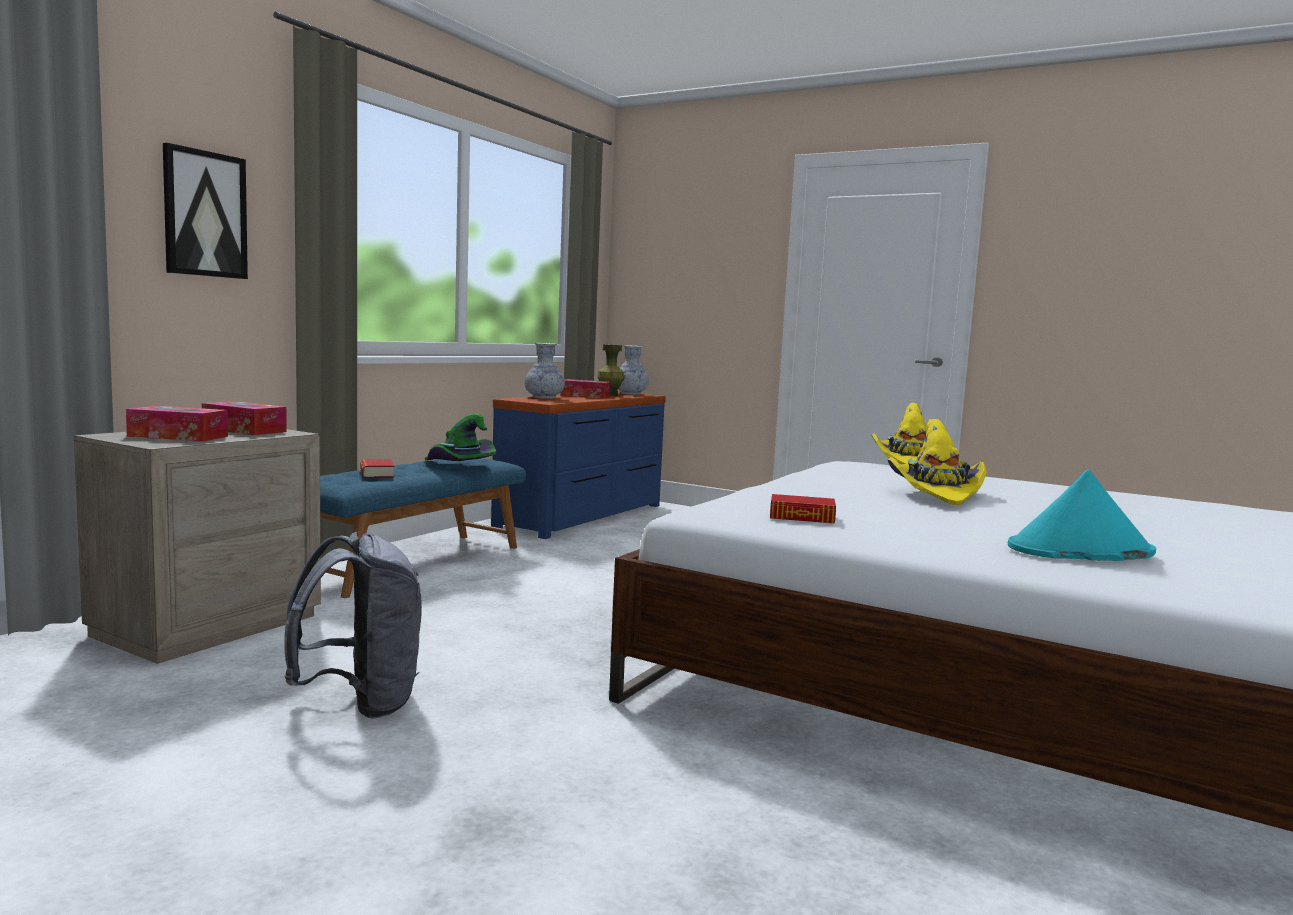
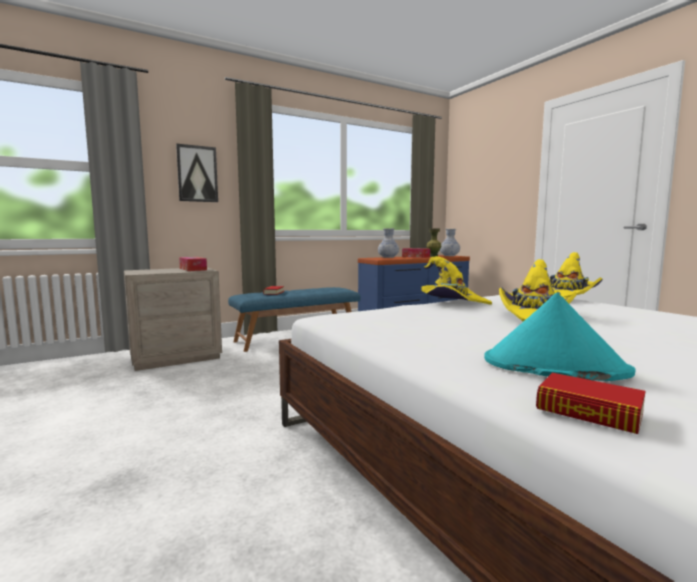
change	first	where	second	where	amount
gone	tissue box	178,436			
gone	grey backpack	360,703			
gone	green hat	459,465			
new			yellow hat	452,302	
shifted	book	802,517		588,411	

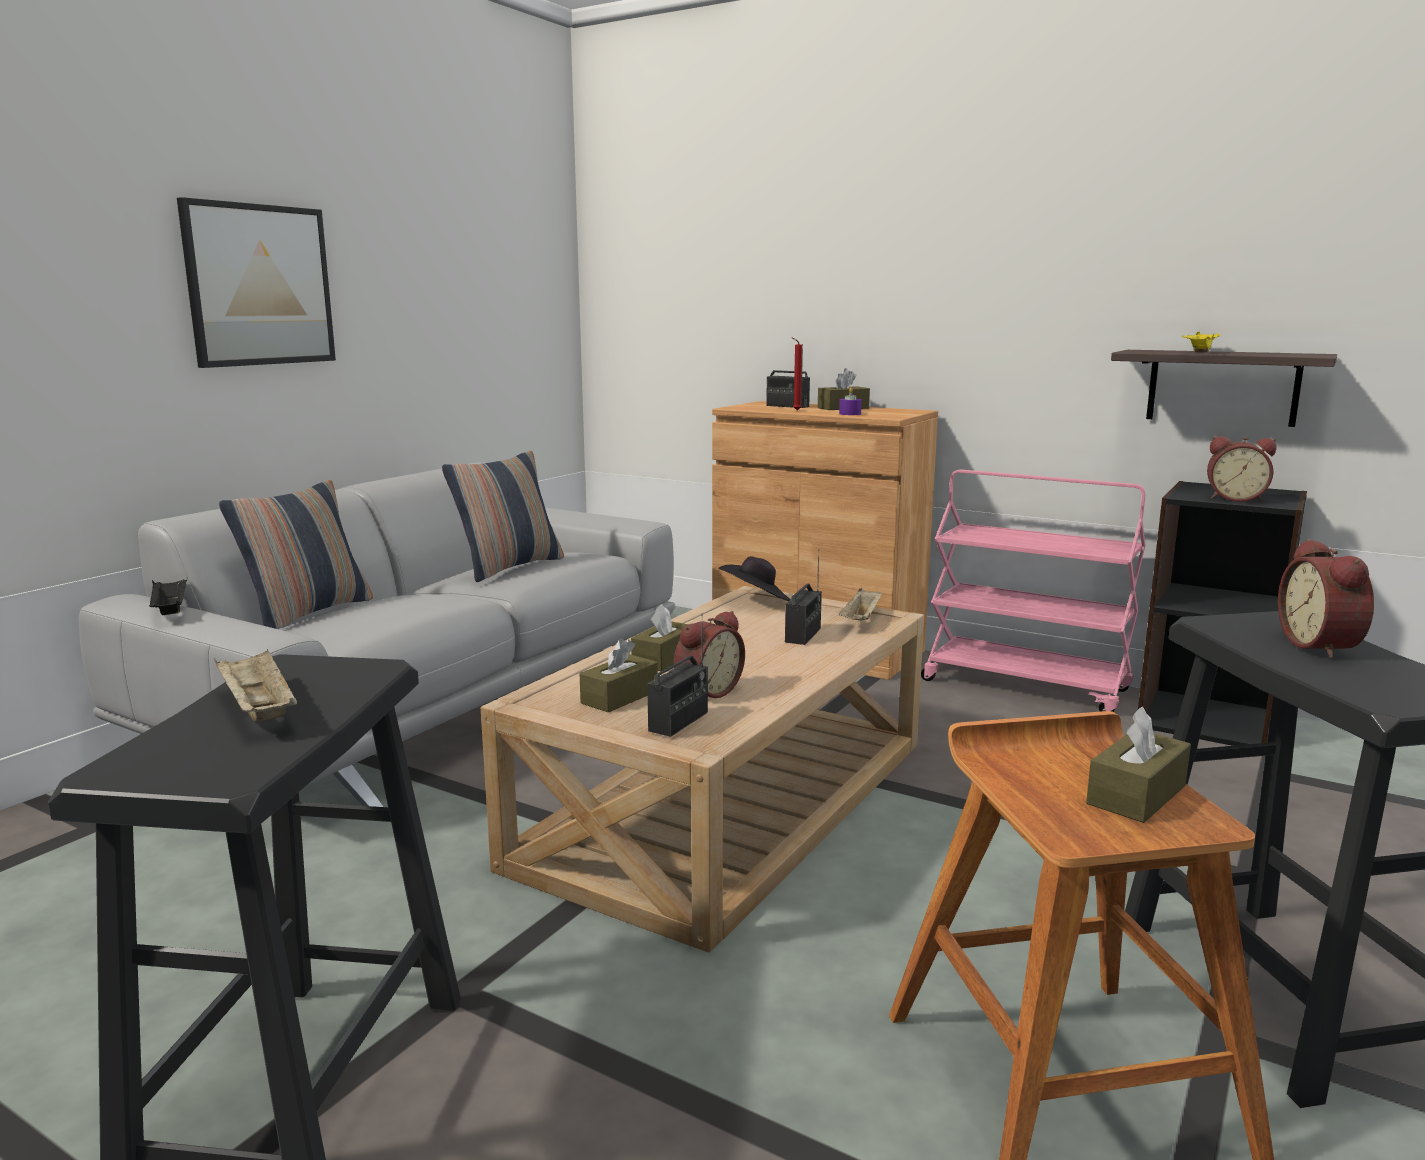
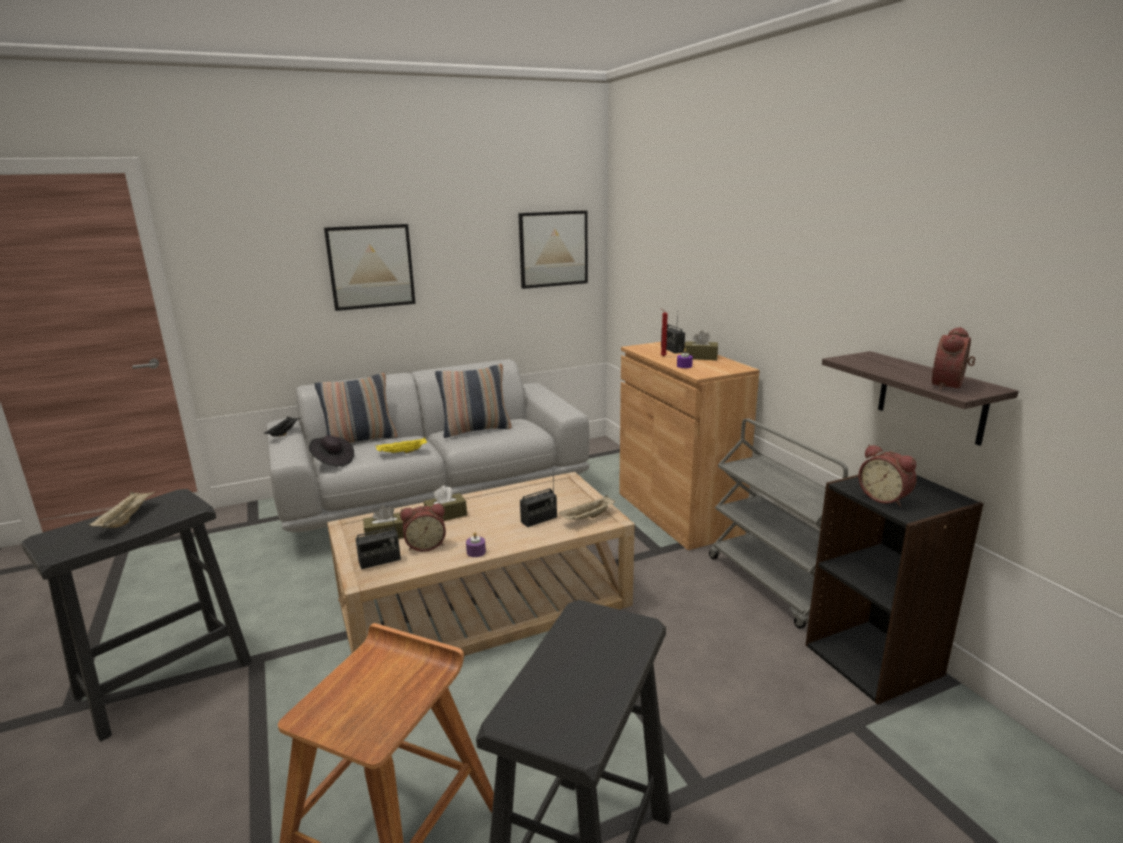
change	first	where	second	where	amount
gone	brown tissue box	1136,795			
new			purple candle	476,552	
new			picture	553,249	
shifted	black hat	756,601		332,461	
shifted	yellow tray	1201,352		402,453	
shifted	alarm clock	1323,646		950,386	
repainted	pink cart	1026,685	grey cart	776,584	

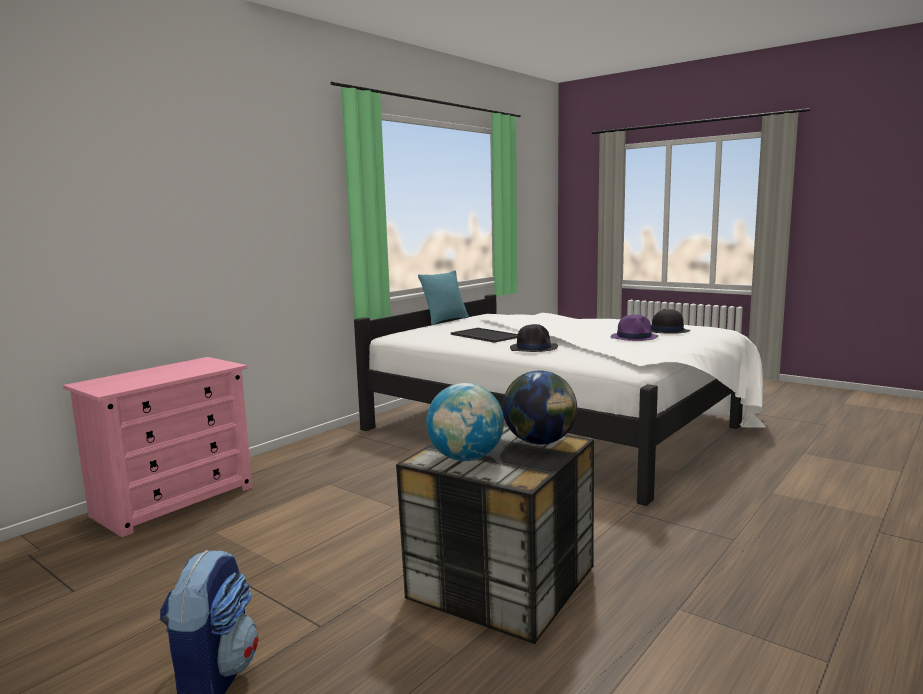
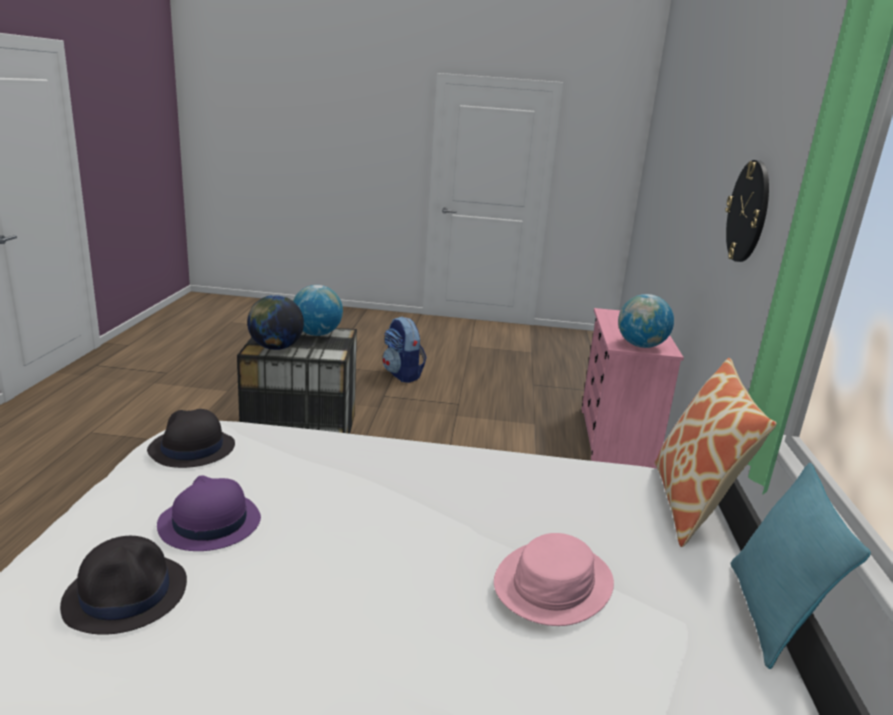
change	first	where	second	where	amount
gone	tray	484,335			
new			pink hat	554,584	
new			globe	640,346	
new			pillow	693,504	
new			wall clock	748,211	
shifted	black hat	534,348		191,449	

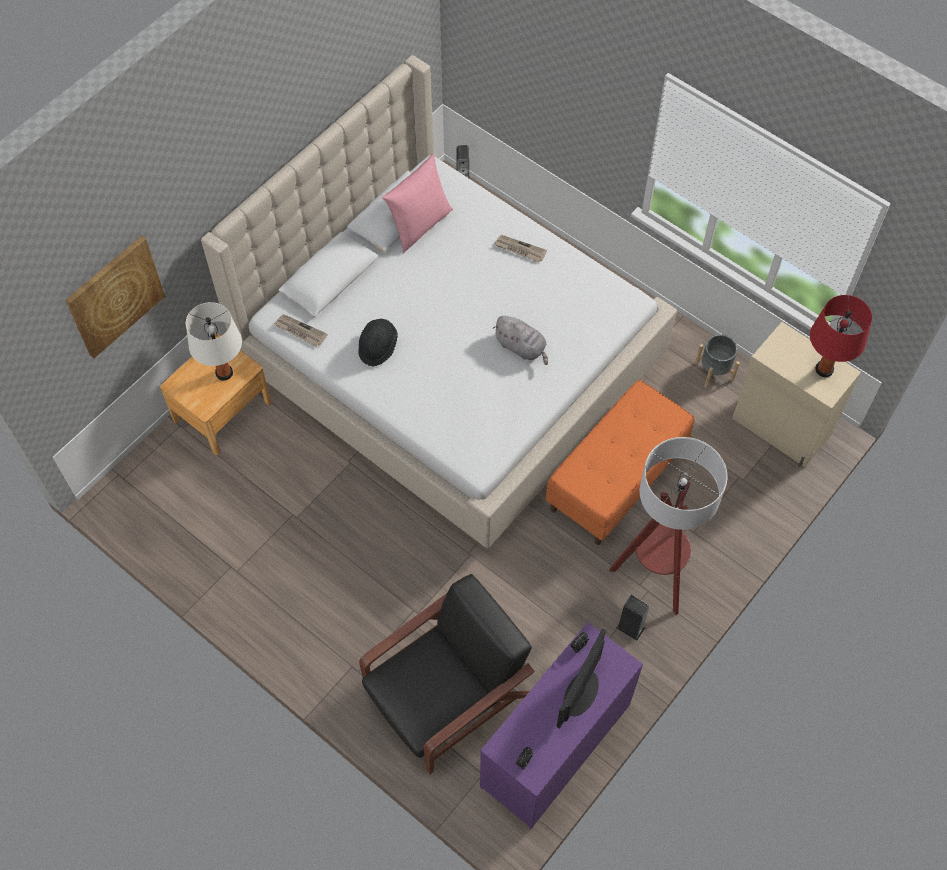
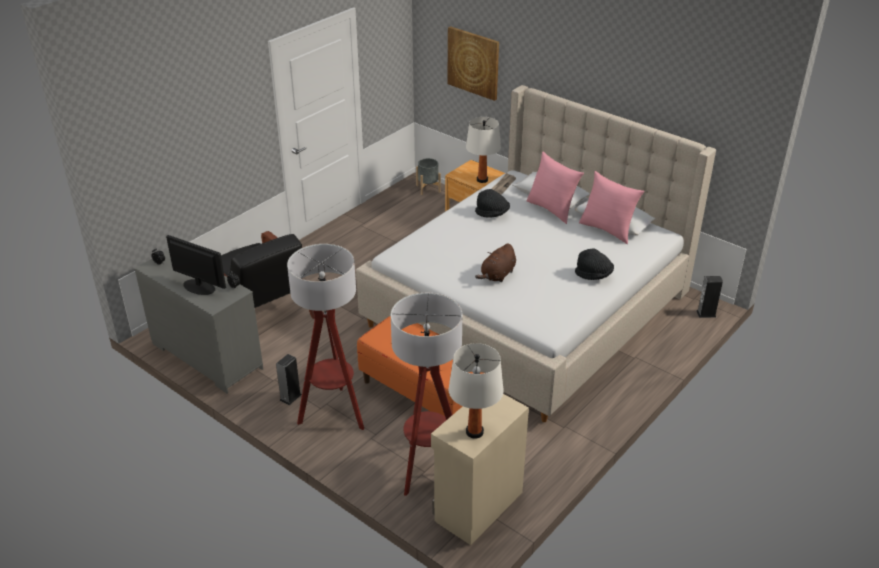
change	first	where	second	where	amount
new			floor lamp	428,469	
new			pink pillow	552,209	
shifted	grey planter	714,371		428,188	
swapped	newspaper	519,249	black hat	594,275	
repainted	purple dresser	556,748	grey dresser	206,356	
repainted	grey plush toy	522,347	brown plush toy	497,275	
repainted	red table lamp	824,369	white table lamp	474,432	

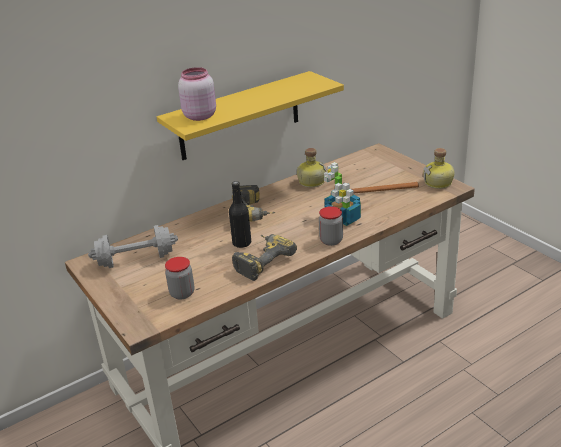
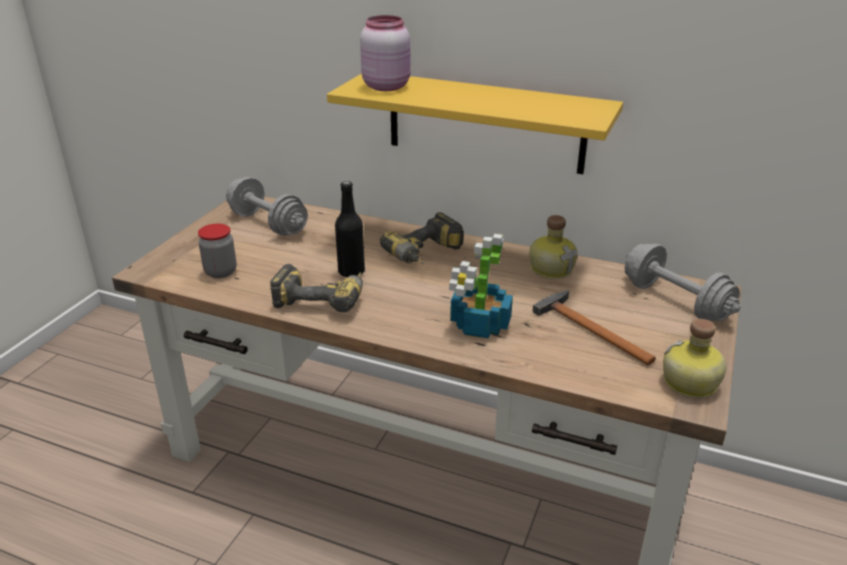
change	first	where	second	where	amount
gone	jar	331,240			
new			grey dumbbell	675,301	

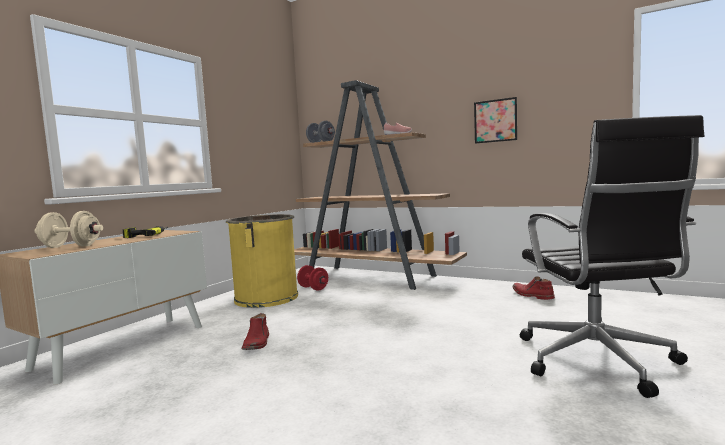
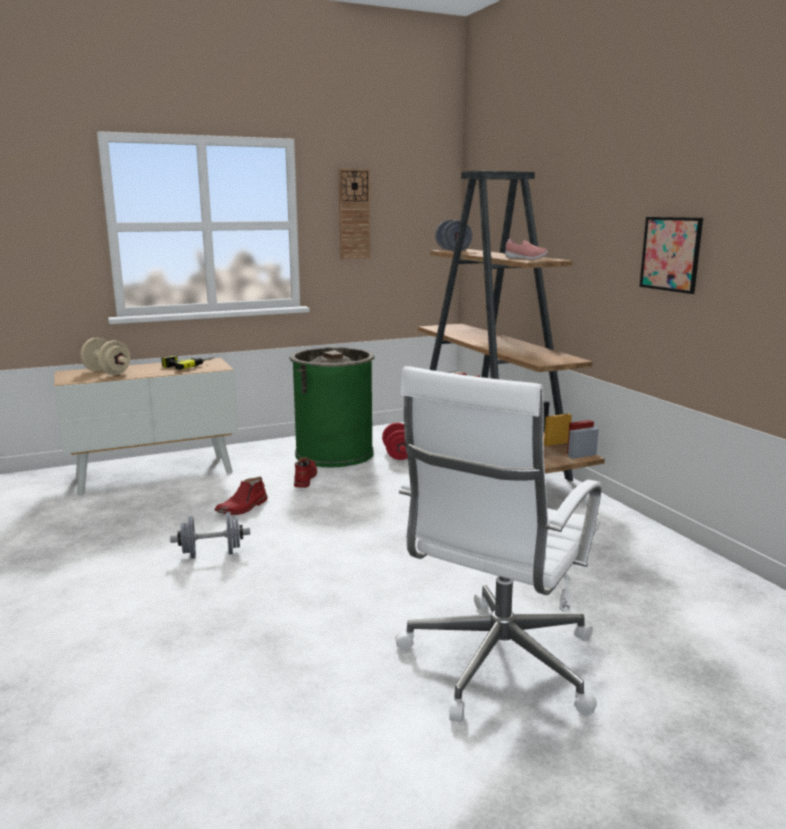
change	first	where	second	where	amount
new			grey dumbbell	212,554	
new			wall clock	354,214	
shifted	red boot	532,295		304,478	
repainted	yellow trash can	266,297	green trash can	334,453	
repainted	black office chair	597,361	white office chair	496,665	

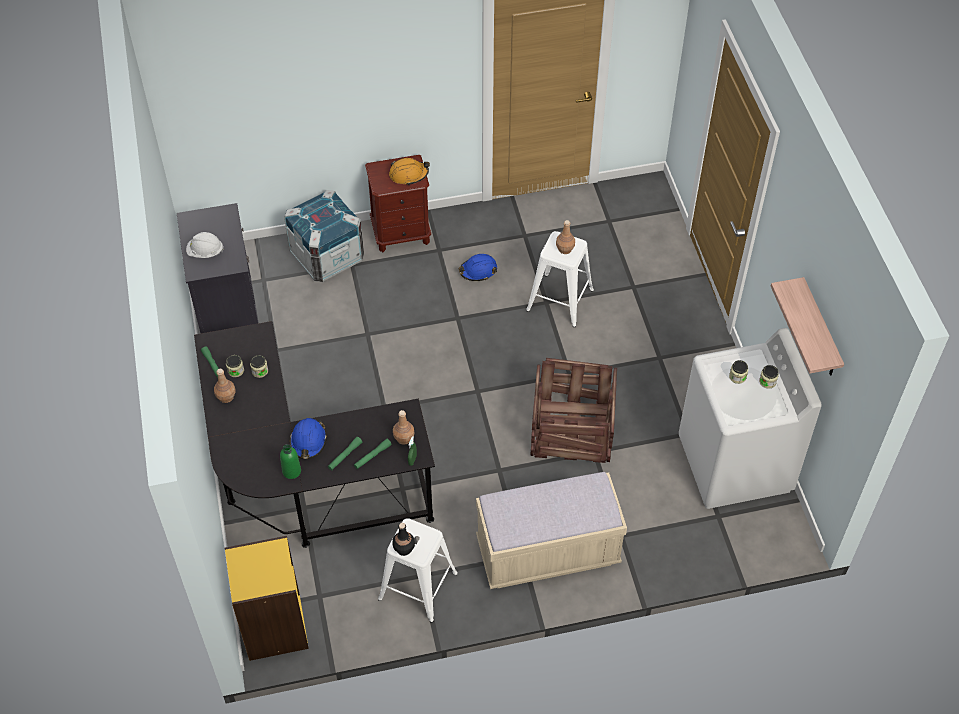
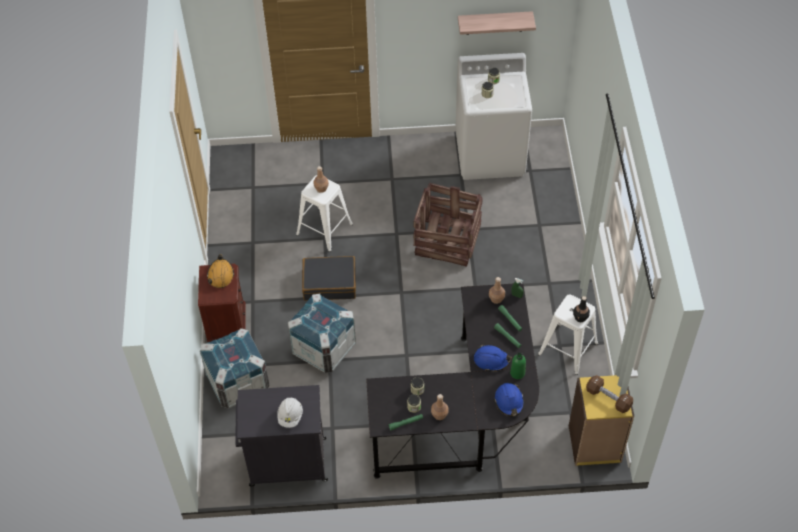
change	first	where	second	where	amount
gone	beige bench	547,552			
new			crate	324,348	
new			black suitcase	329,283	
new			brown dumbbell	608,398	
shifted	blue hard hat	478,271		509,402	

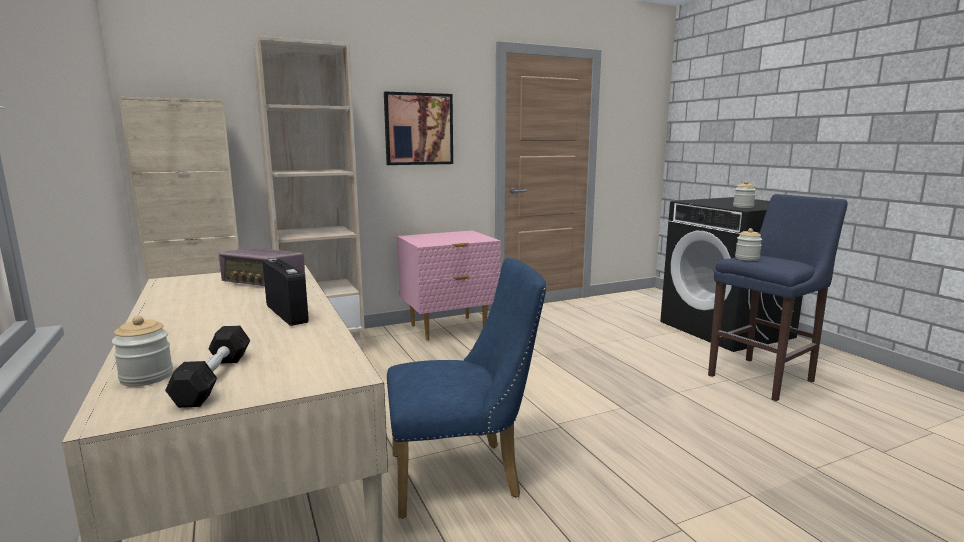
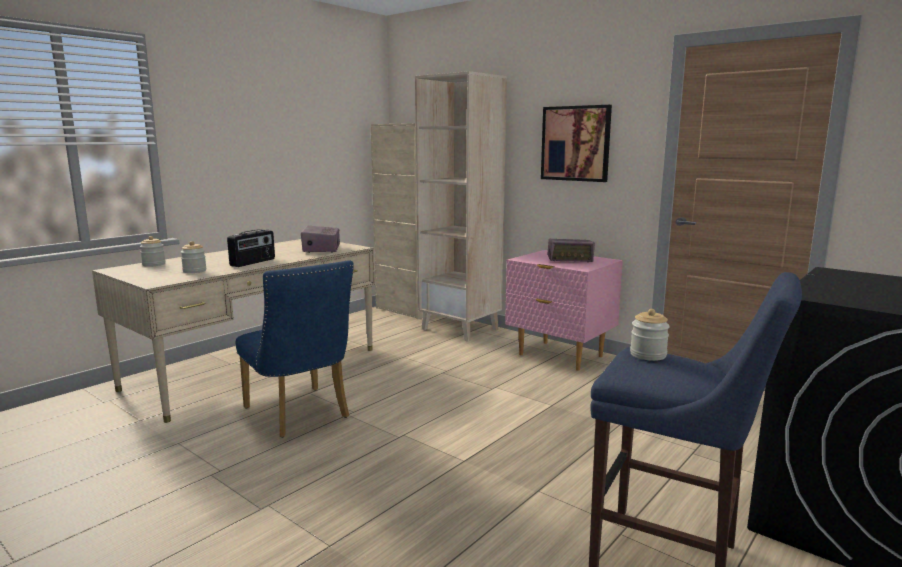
change	first	where	second	where	amount
gone	black dumbbell	214,378			
new			radio	570,260	
shifted	jar	743,207		194,271	

